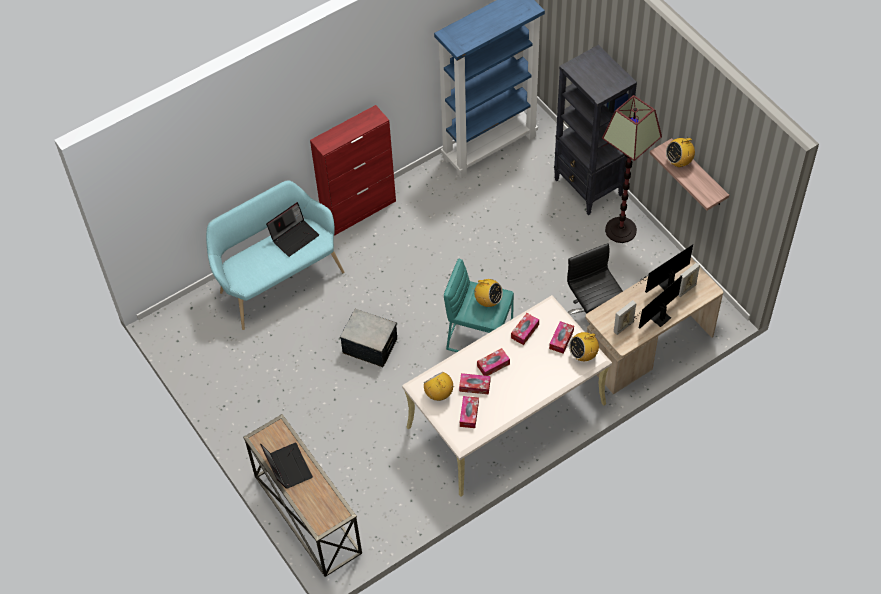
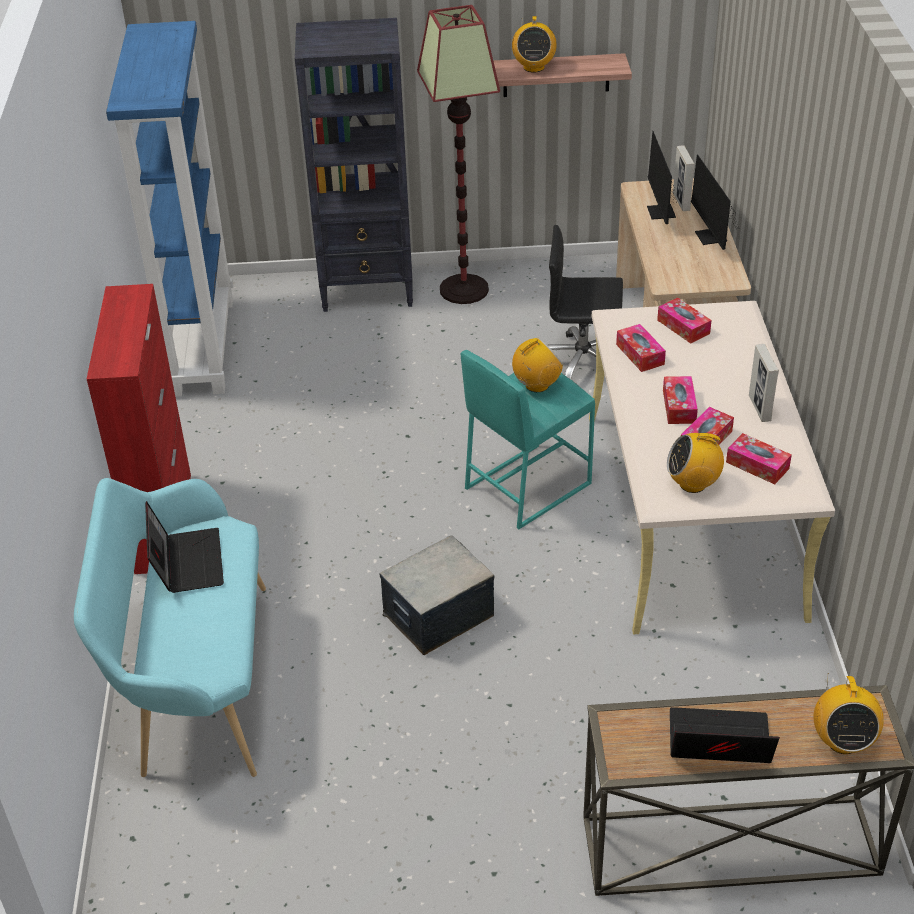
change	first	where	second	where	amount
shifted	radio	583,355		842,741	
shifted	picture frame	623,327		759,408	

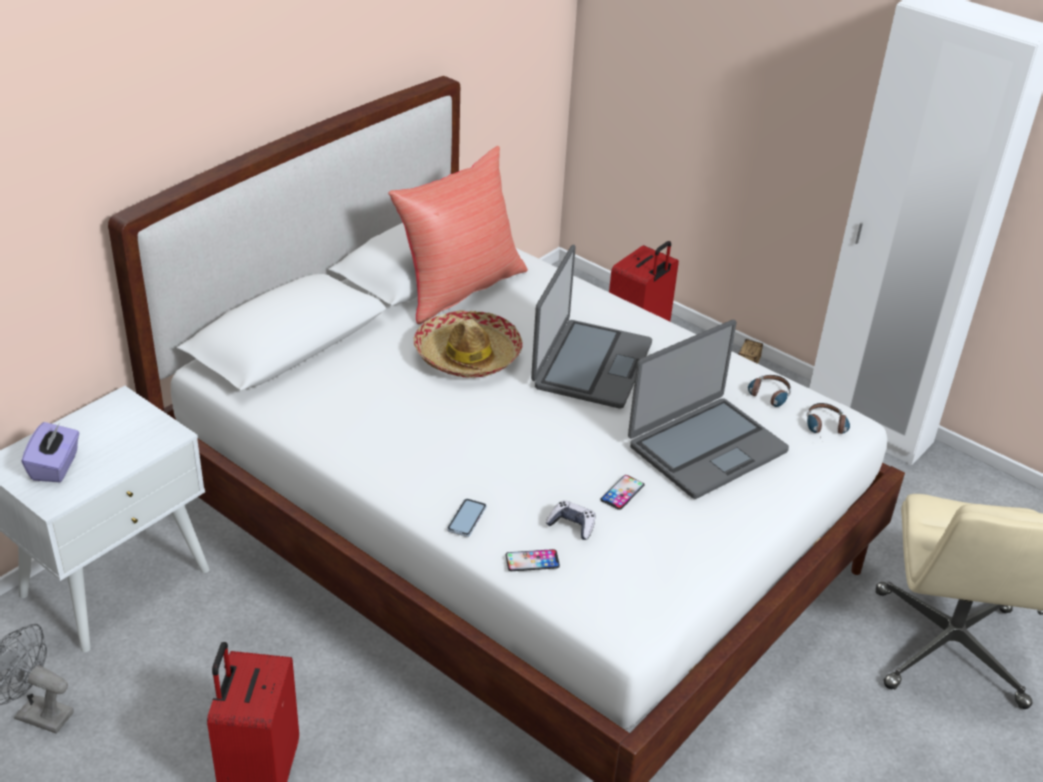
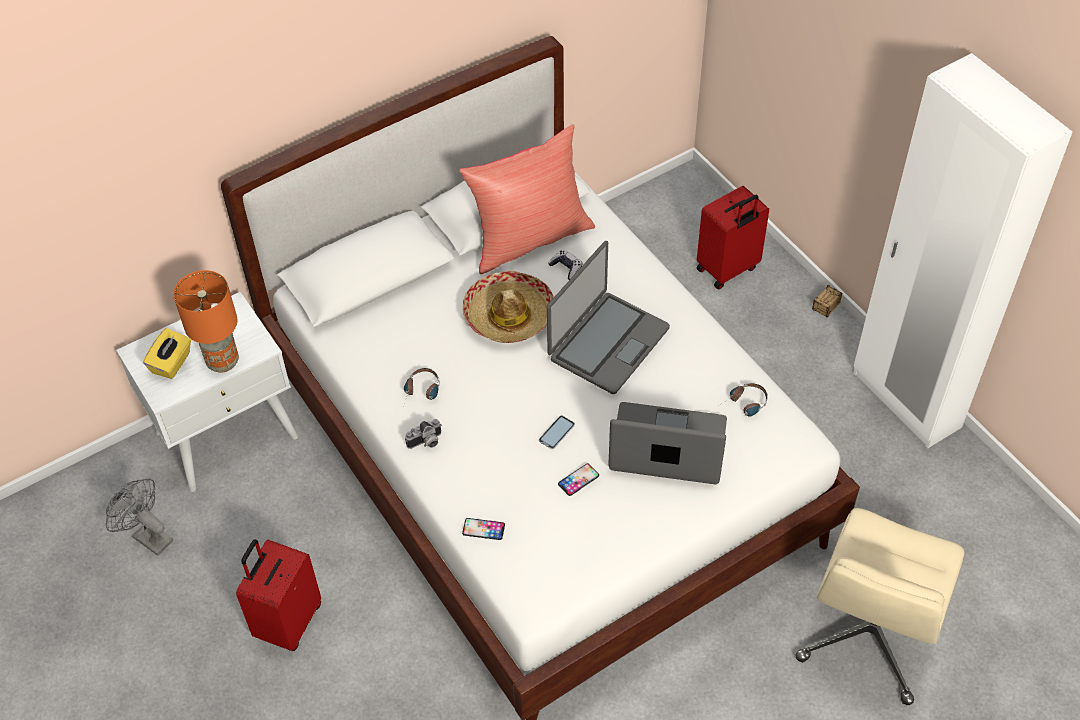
change	first	where	second	where	amount
new			orange table lamp	223,361	
new			photo camera	426,442	
shifted	phone	467,518		556,432	
shifted	game controller	572,525		566,268	
shifted	headphones	826,430		421,393	
repainted	purple tissue box	55,466	yellow tissue box	172,363	
rotated	laptop	706,448		667,447	150 degrees counterclockwise

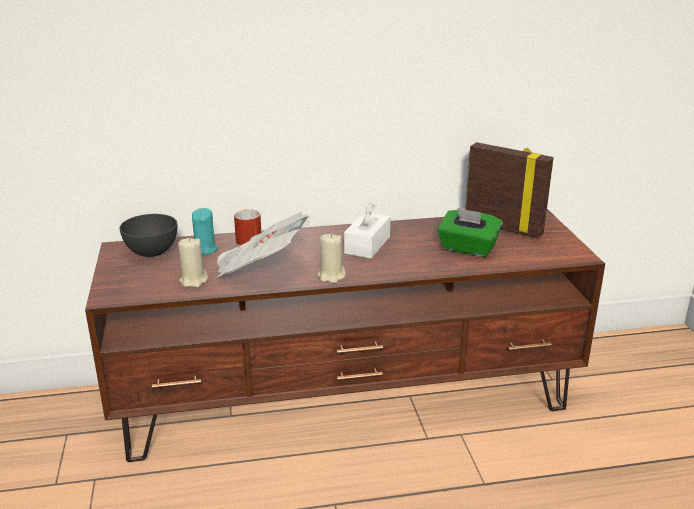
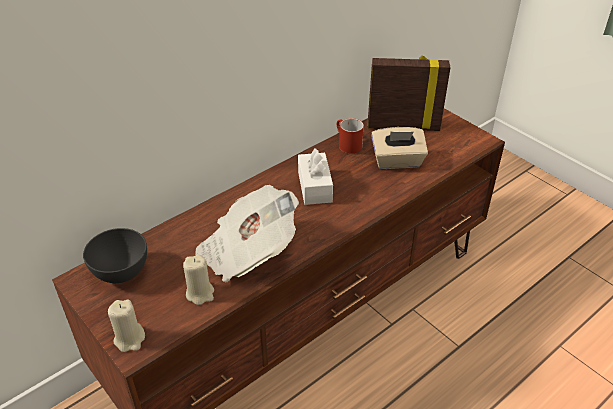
change	first	where	second	where	amount
gone	turquoise candle	204,249			
shifted	red mug	247,238		346,144	
shifted	beige candle	331,276		130,339	
repainted	green tissue box	467,248	beige tissue box	397,161	

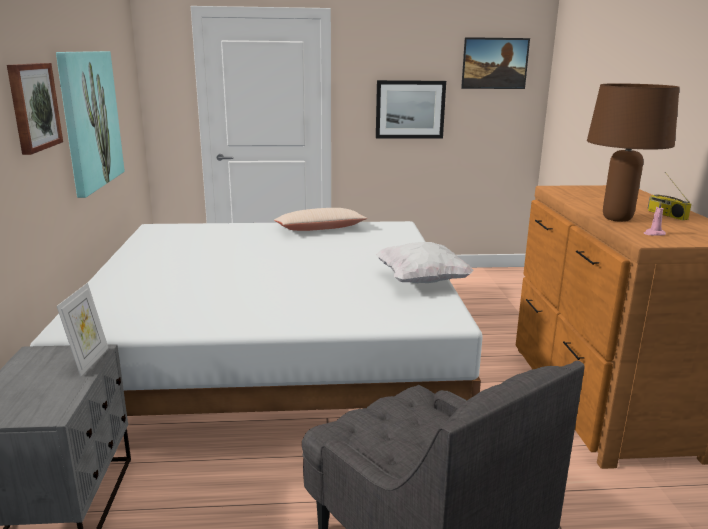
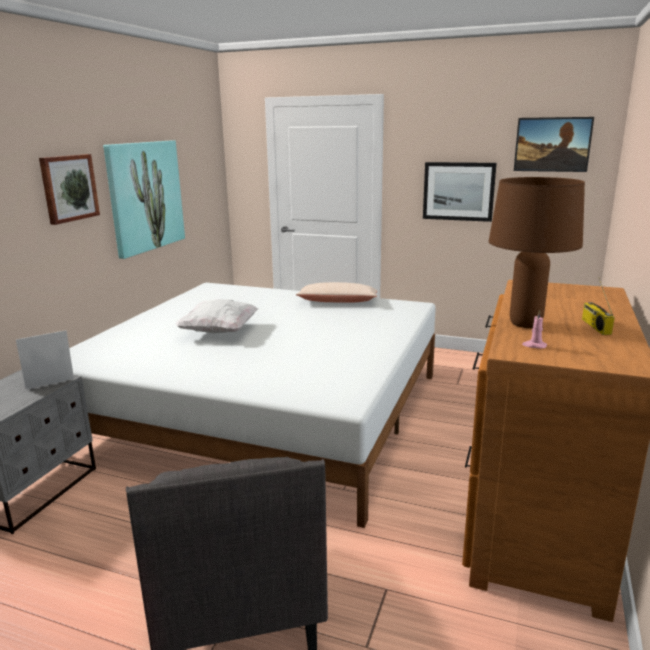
change	first	where	second	where	amount
shifted	white pillow	422,281		219,332	
rotated	picture frame	89,361		51,385	150 degrees counterclockwise

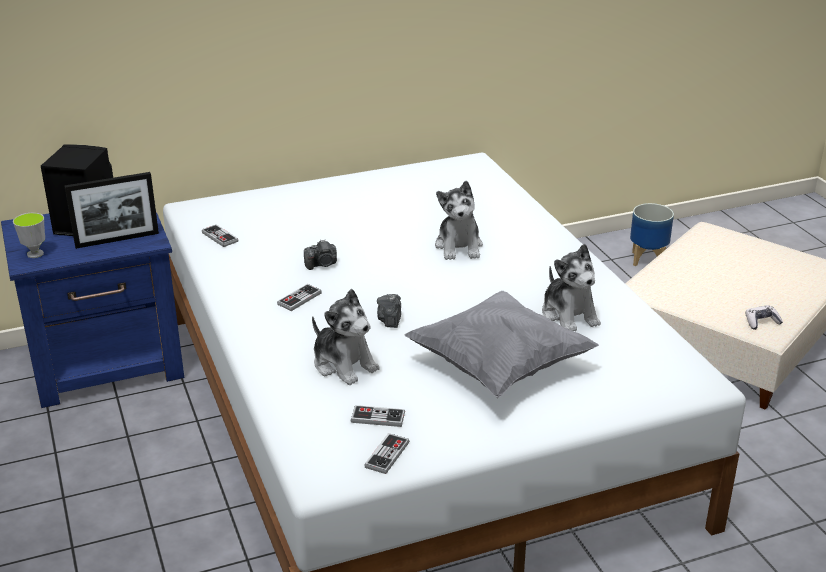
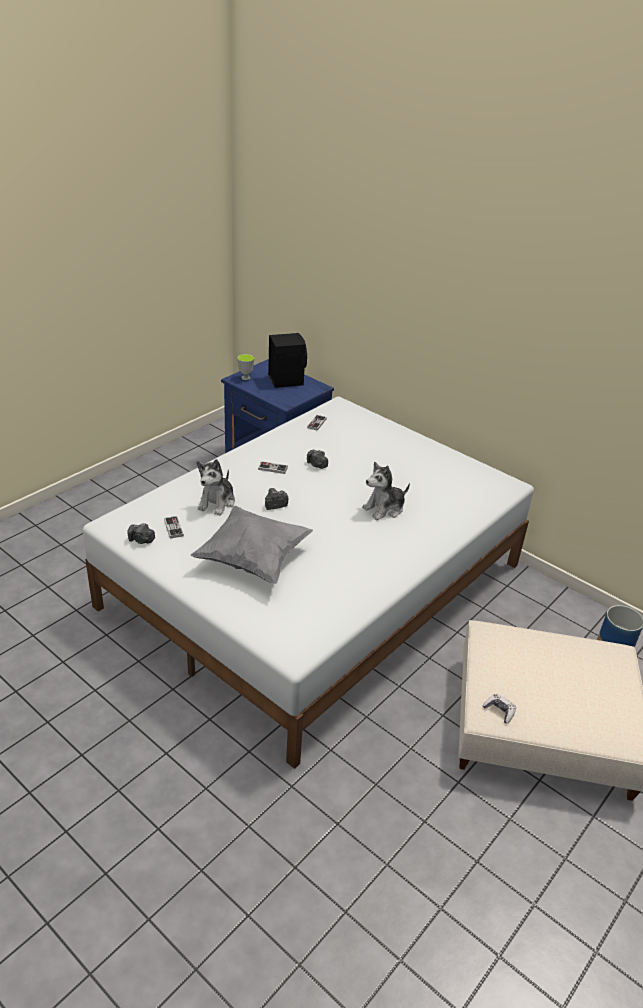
change	first	where	second	where	amount
gone	picture frame	117,240			
gone	plush toy	569,315			
swapped	game controller	387,455	photo camera	141,540	

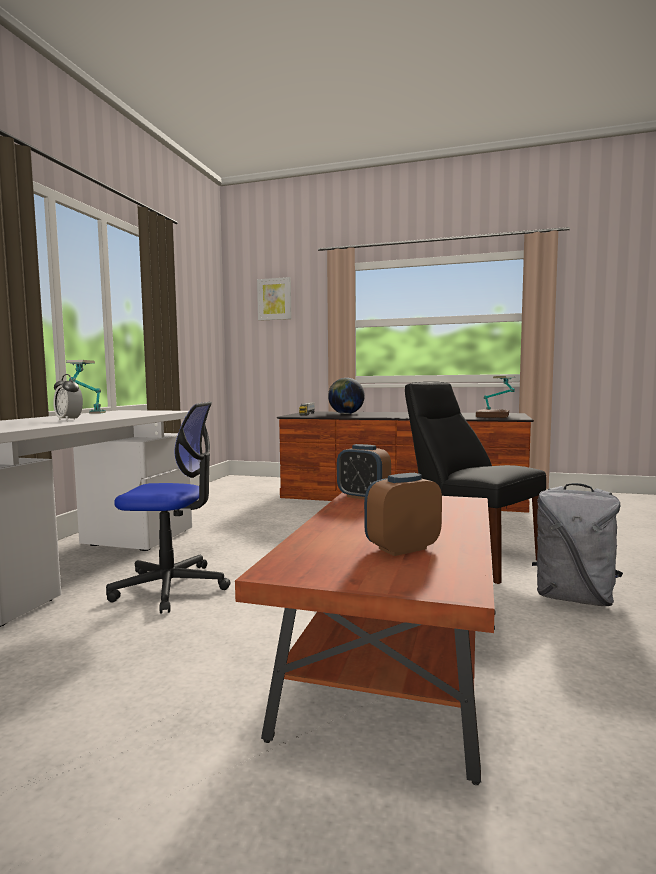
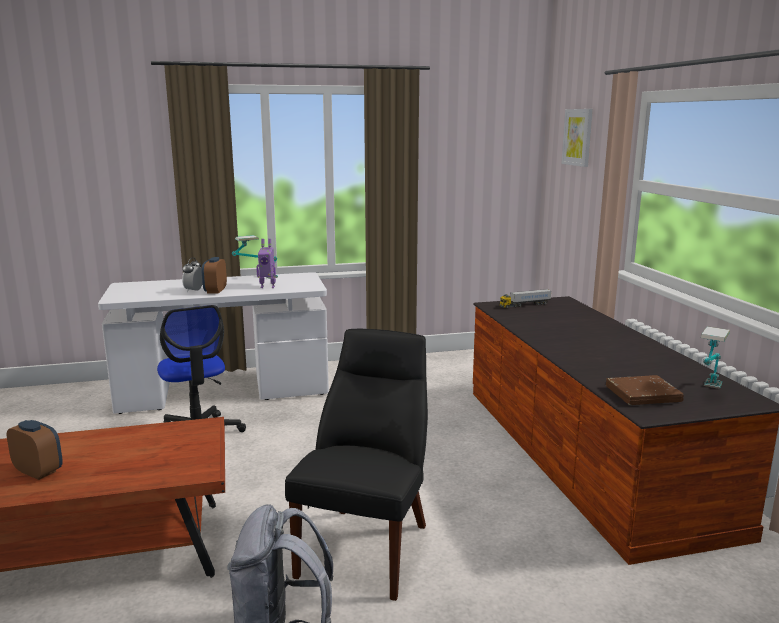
change	first	where	second	where	amount
gone	globe	346,414			
new			toy robot	268,286	
shifted	alarm clock	363,497		215,291	

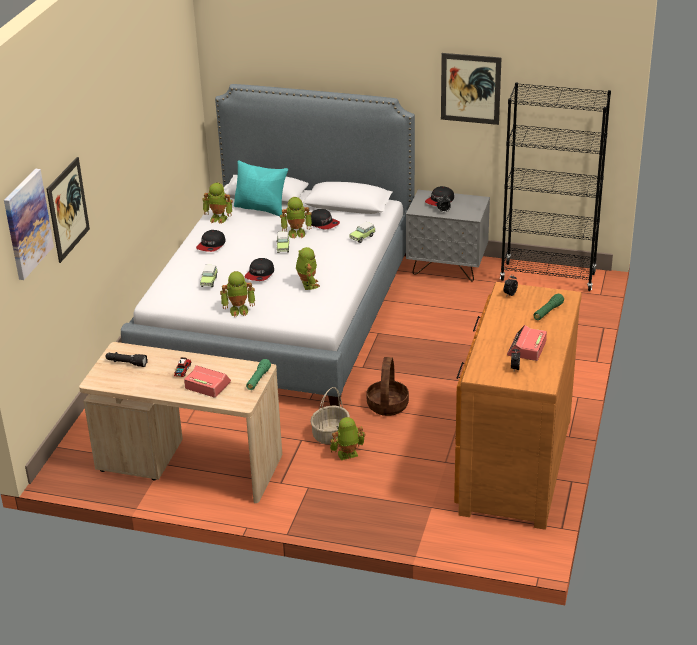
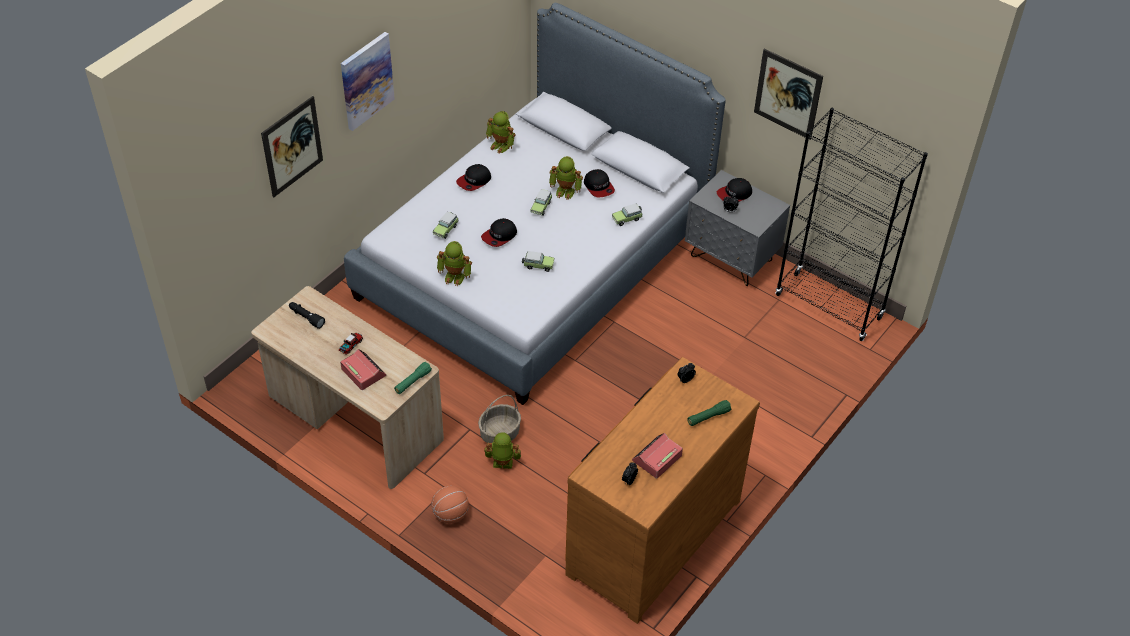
change	first	where	second	where	amount
gone	turquoise pillow	261,208			
gone	basket	387,405			
new			basketball	450,514	
shifted	picture	27,224		366,80	
swapped	toy robot	307,285	toy car	537,265	

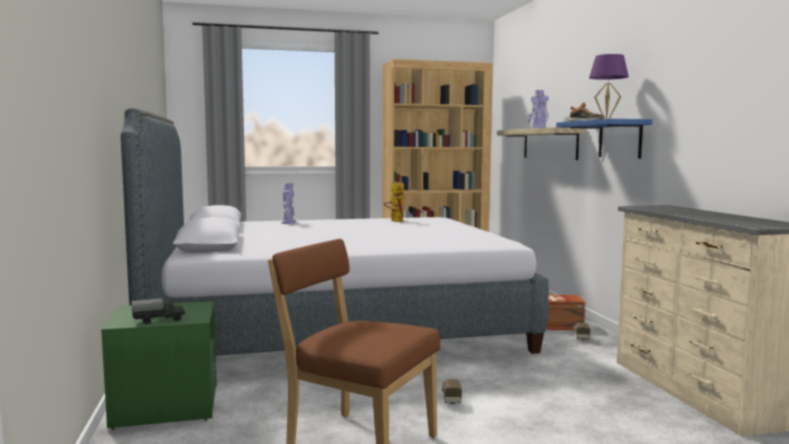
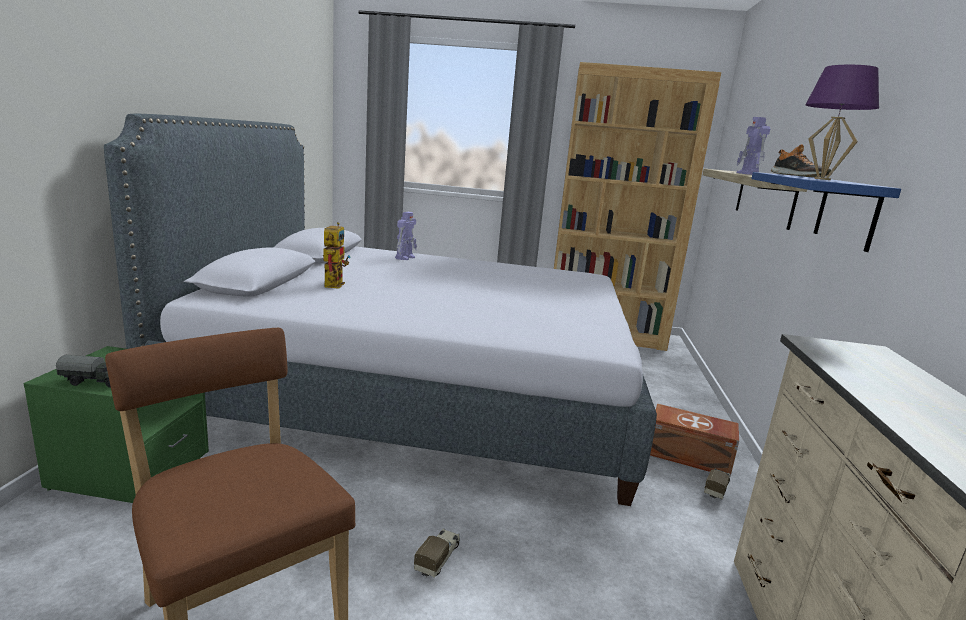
change	first	where	second	where	amount
shifted	toy robot	395,220		333,283	

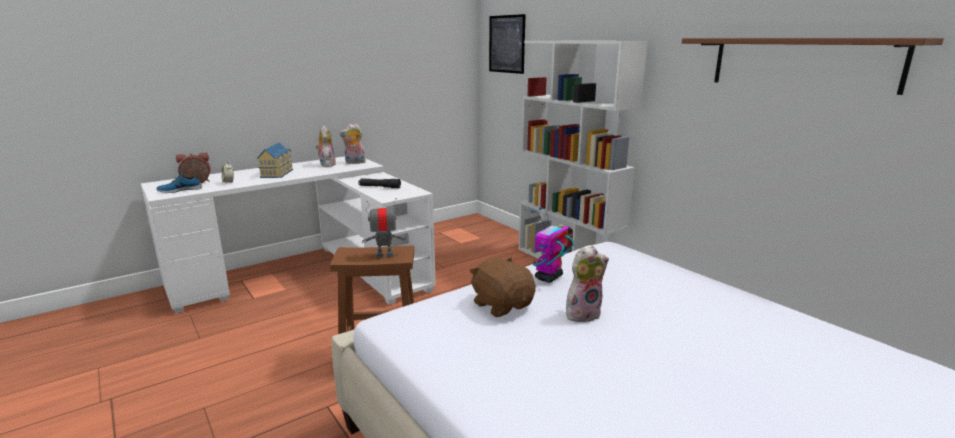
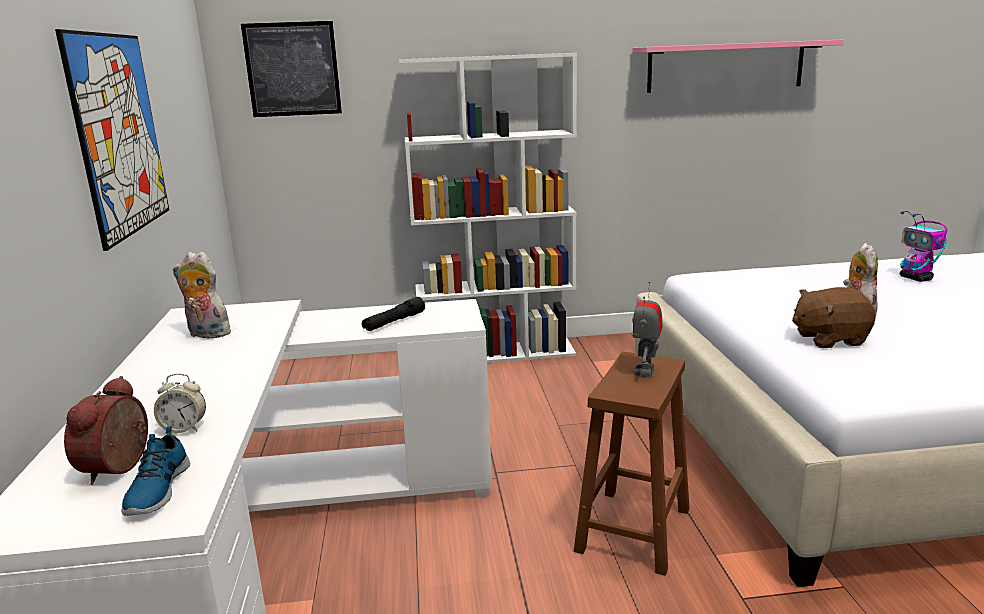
change	first	where	second	where	amount
gone	toy house	278,173			
gone	plush toy	354,163			
new			picture	119,134	
shifted	toy robot	548,278		916,278	
repainted	brown shelf	801,63	pink shelf	725,66	

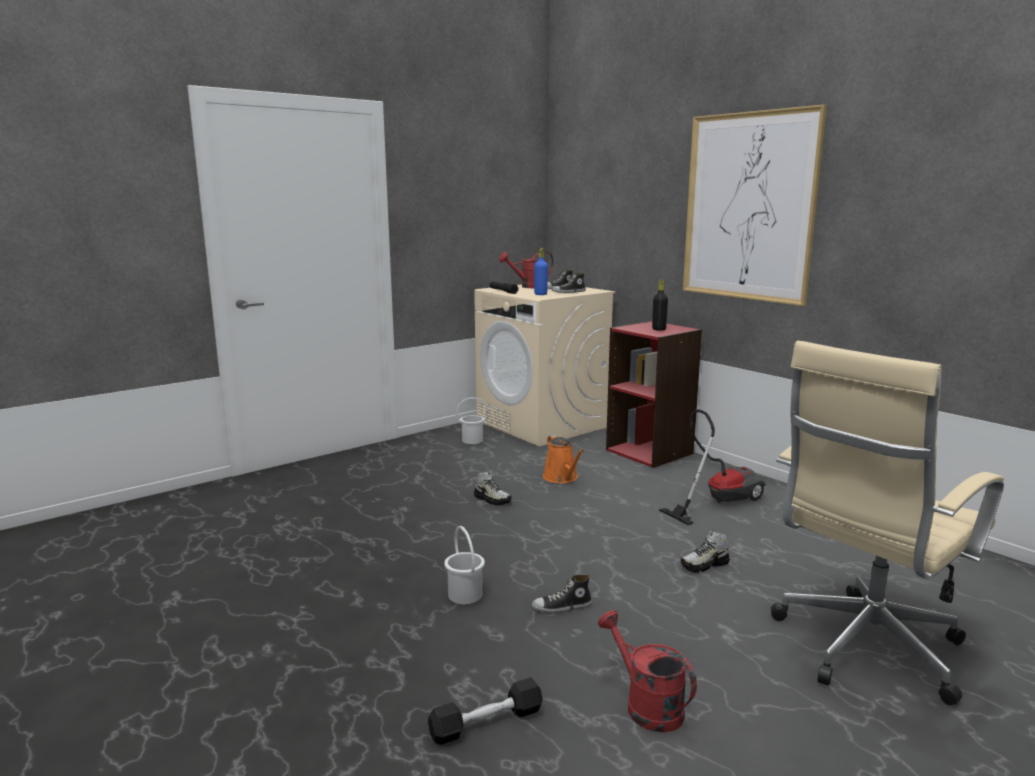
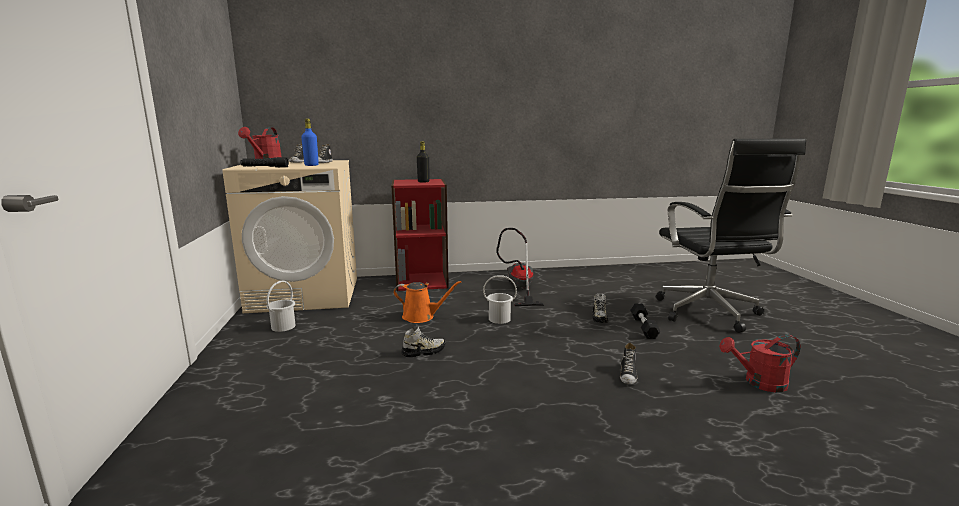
change	first	where	second	where	amount
gone	picture	748,207			
shifted	black dumbbell	486,722		643,327	
shifted	white bucket	465,594		499,319	
repainted	beige office chair	863,650	black office chair	709,314	

